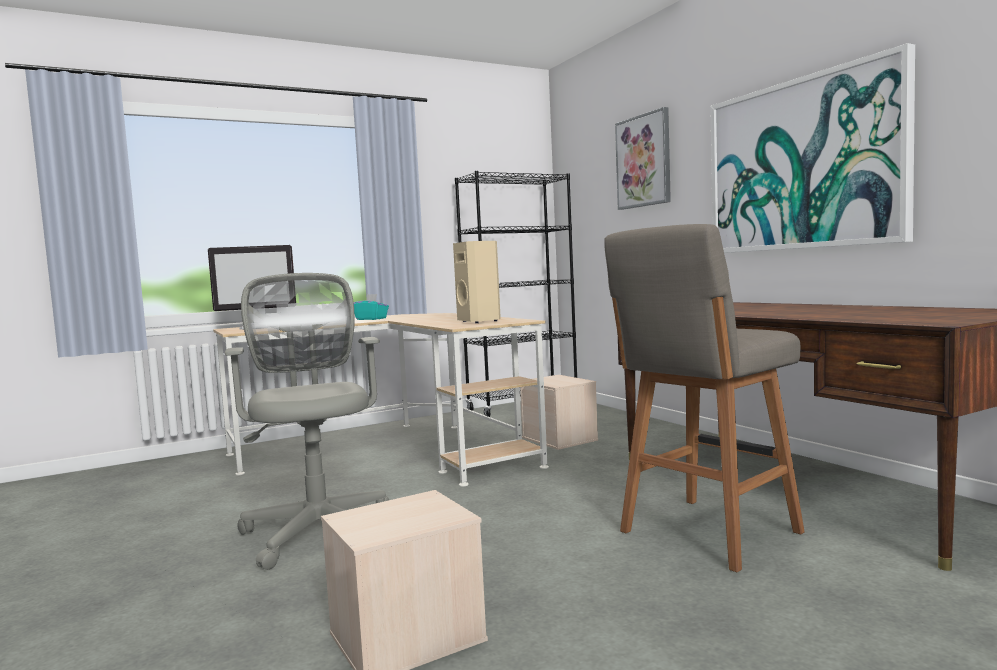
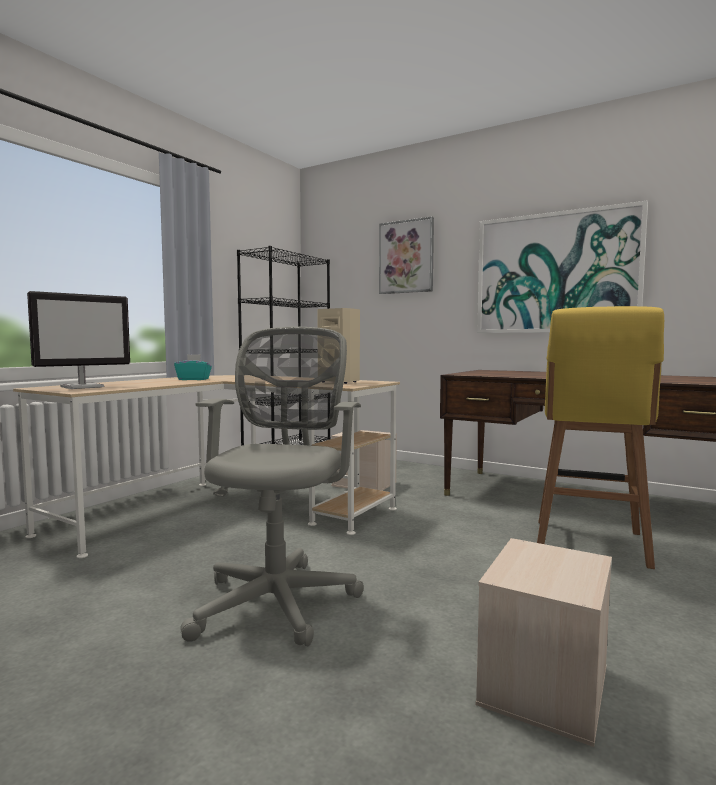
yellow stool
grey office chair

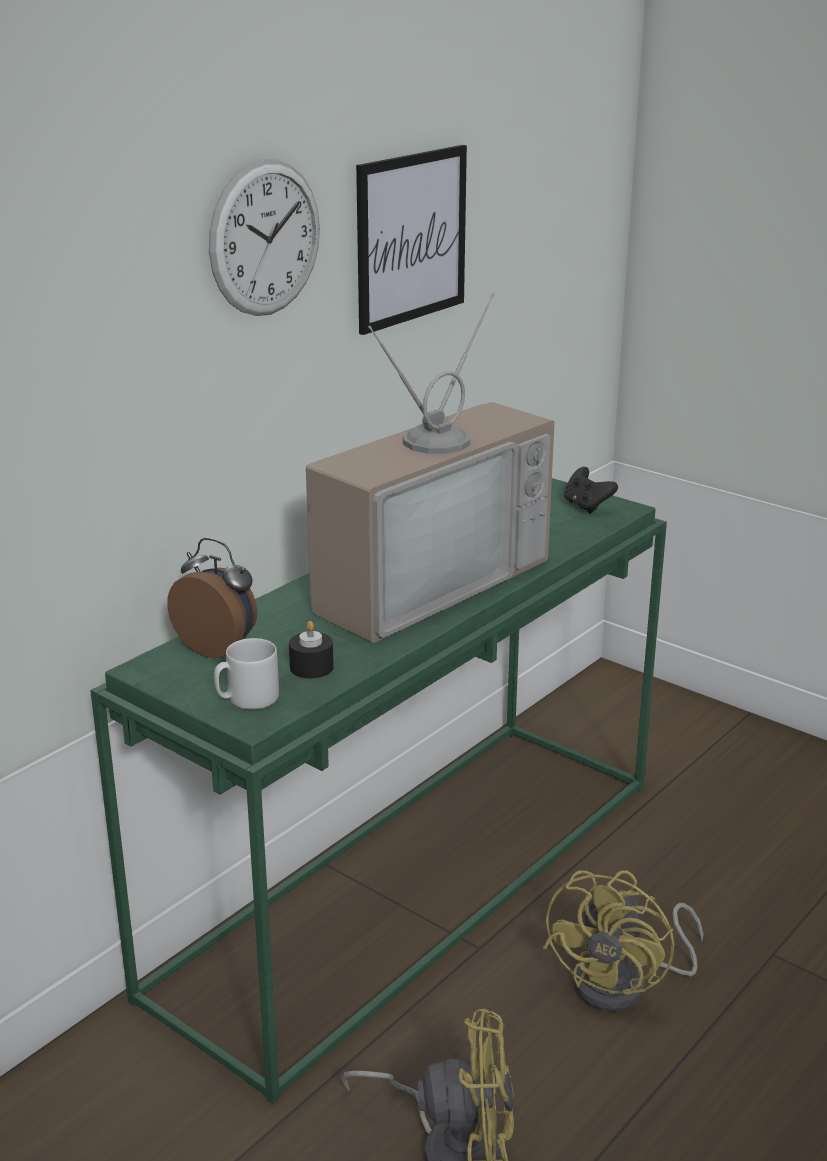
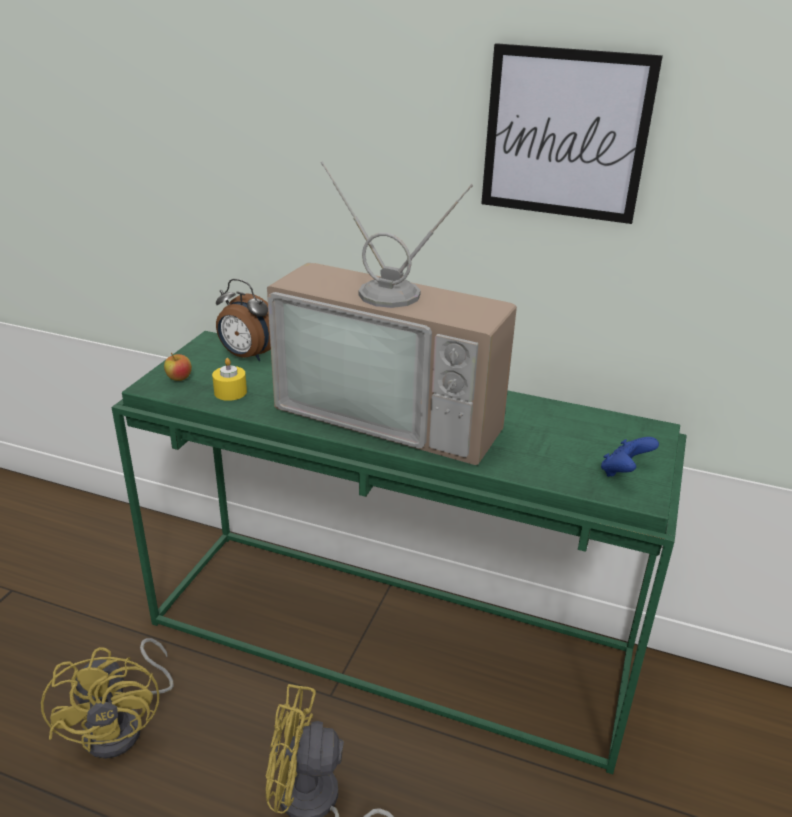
wall clock
blue game controller
alarm clock
yellow candle
apple

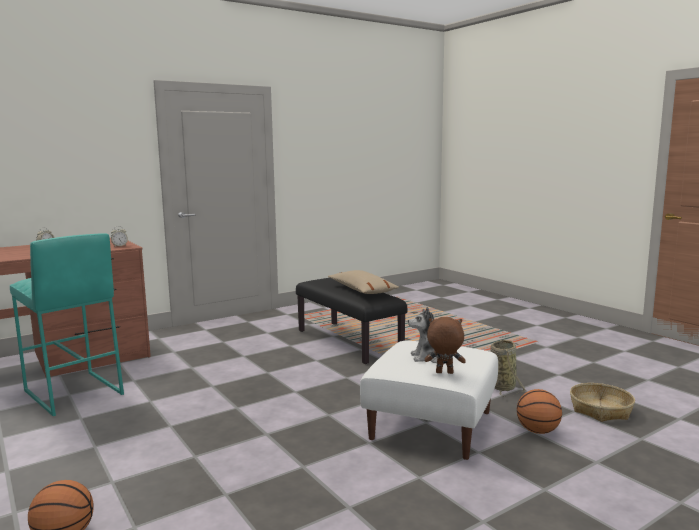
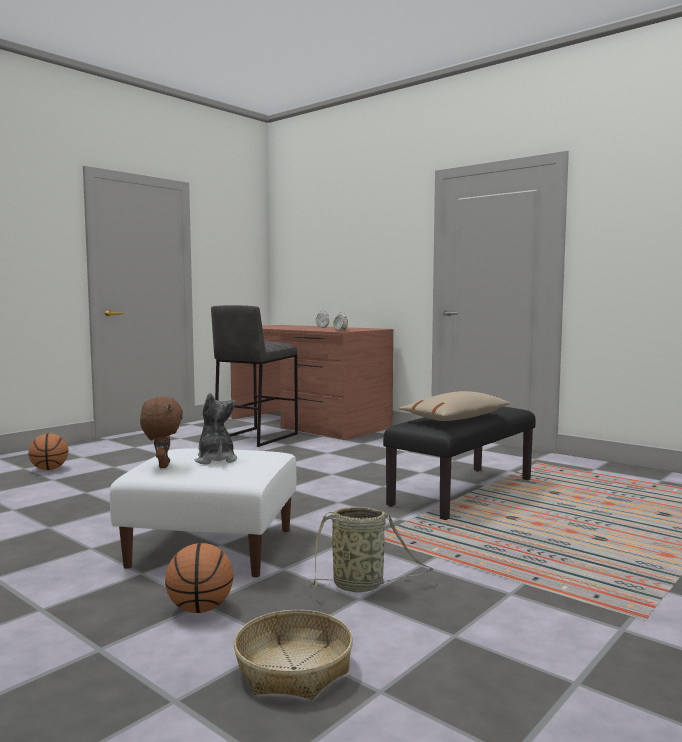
grey stool

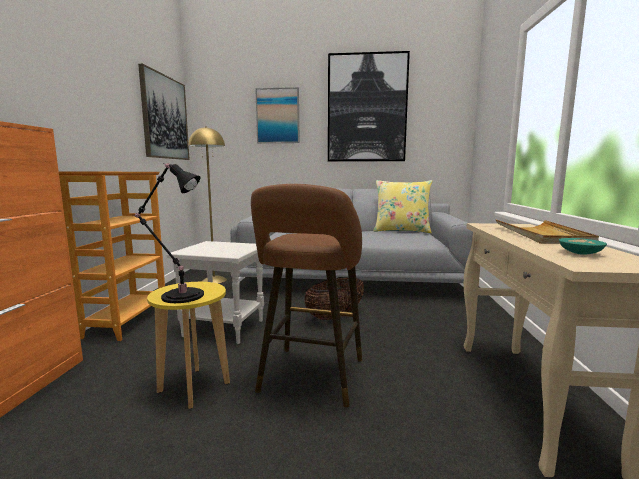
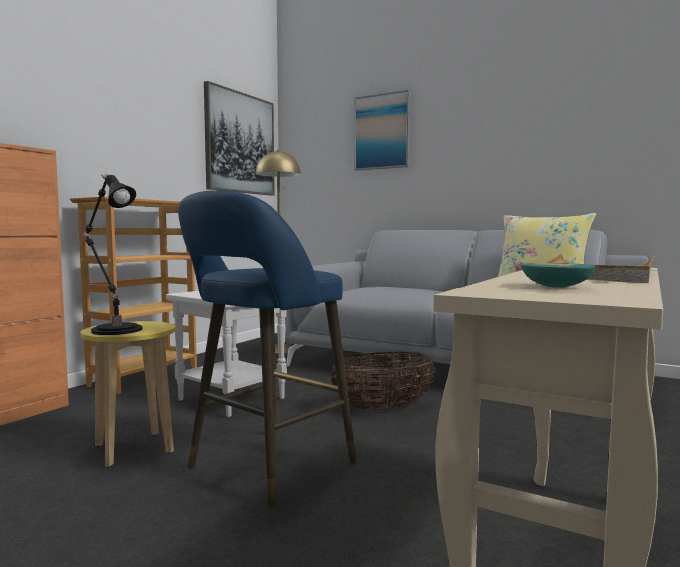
picture (no. 3 from left in the first image)
blue stool

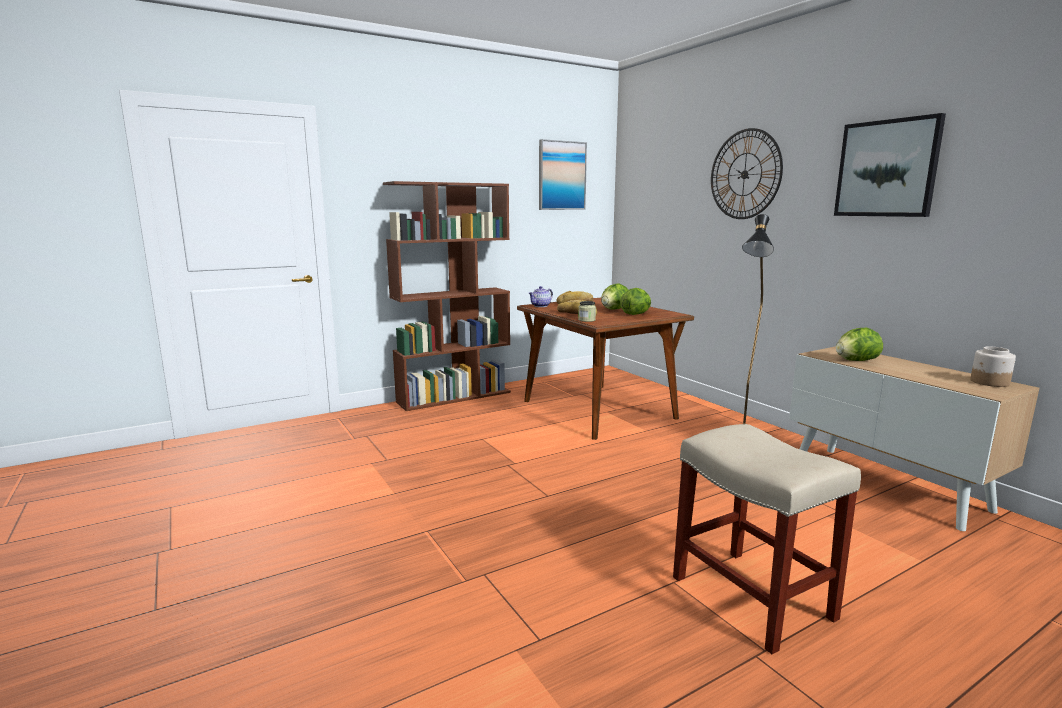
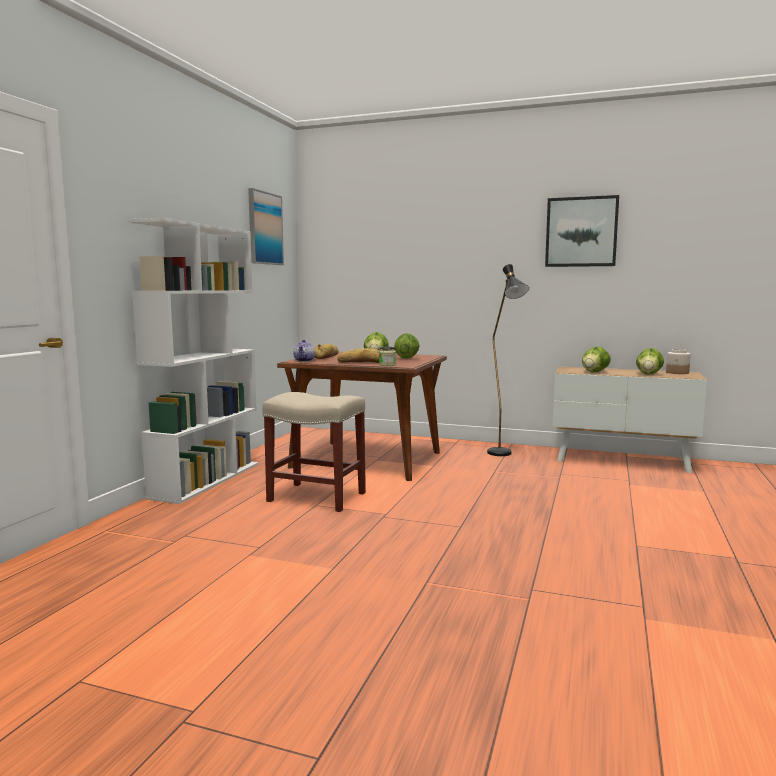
wall clock
white bookcase
beige stool
lettuce (no. 4 from left)

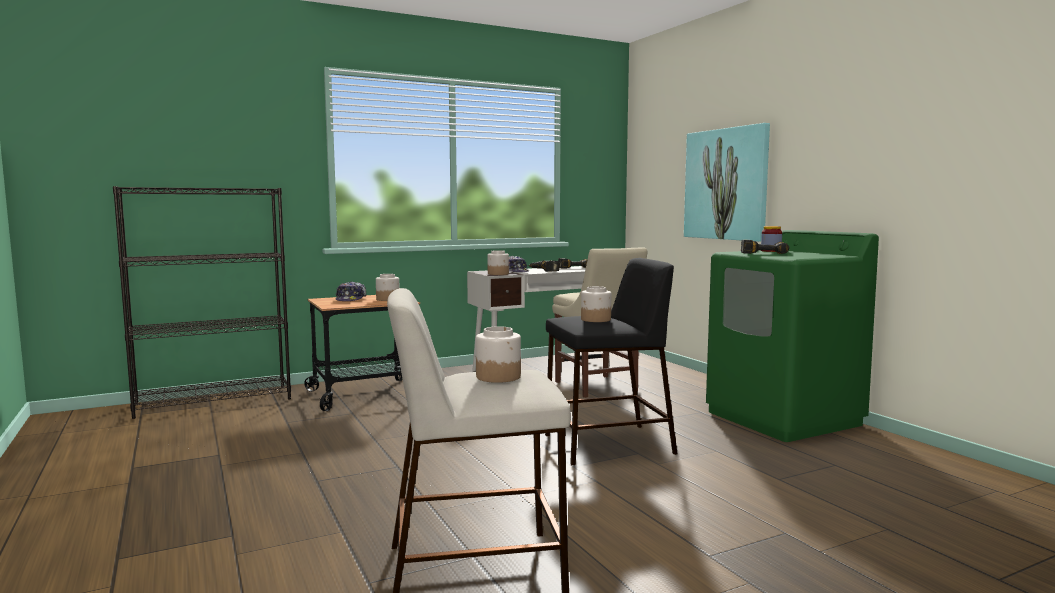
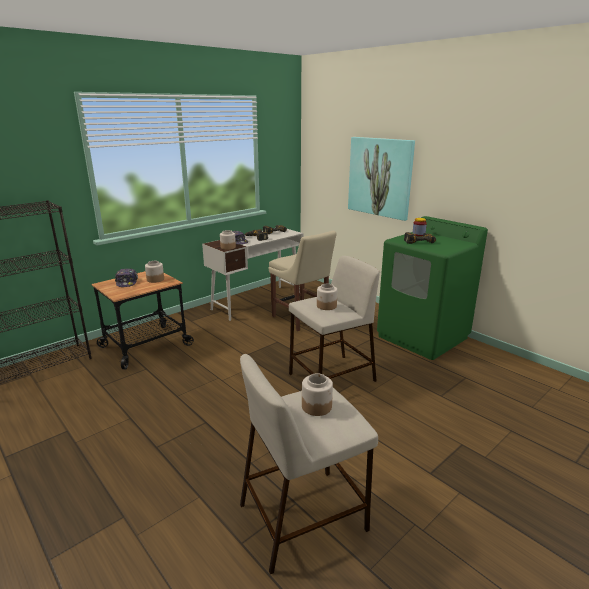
beige stool (no. 2 from left)

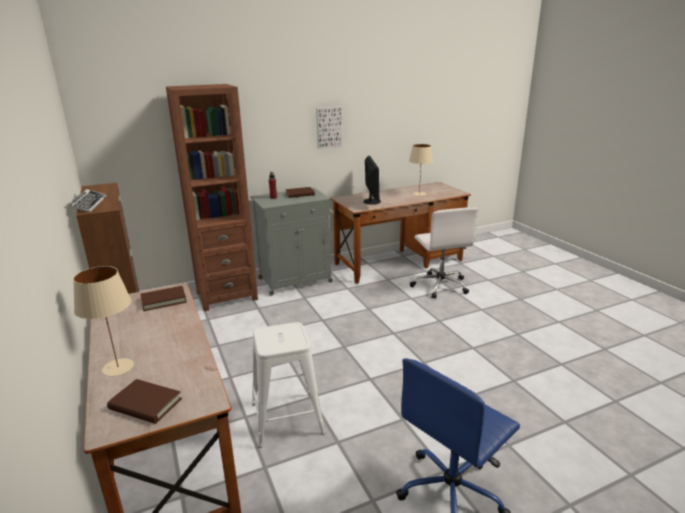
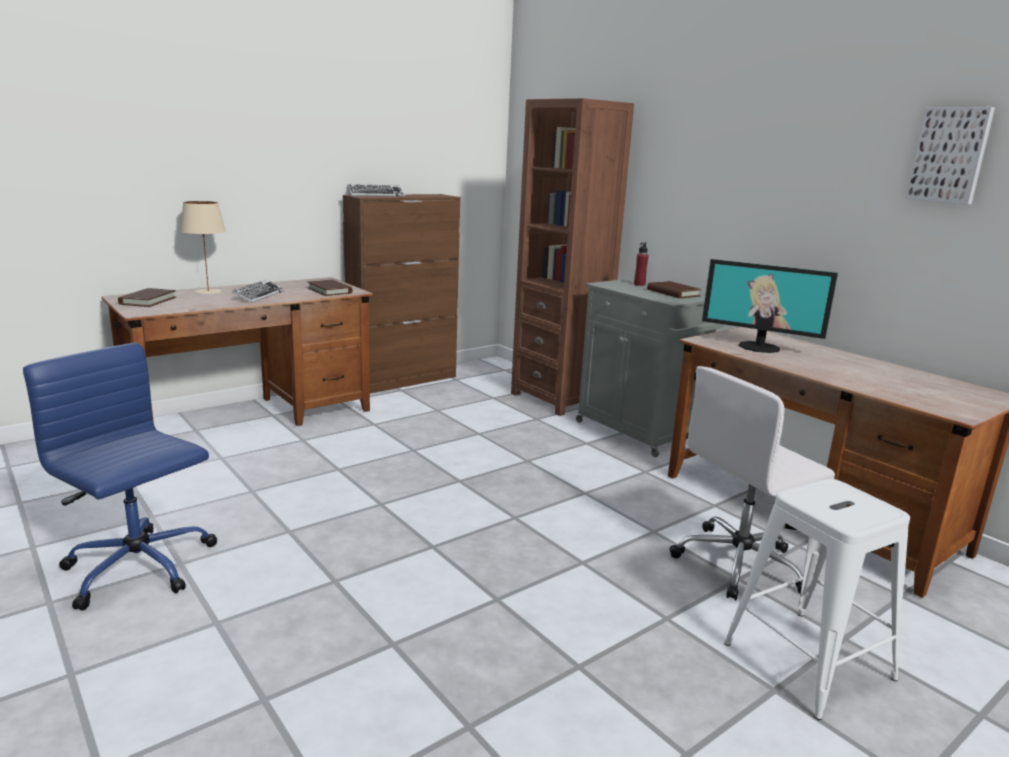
picture
beige table lamp (no. 2 from left in the first image)
monitor
white stool
keyboard (no. 1 from left)

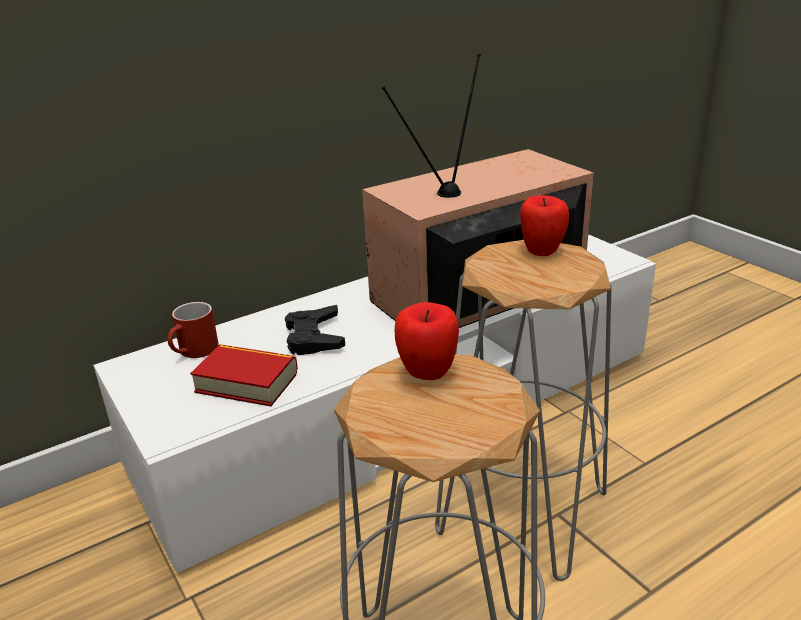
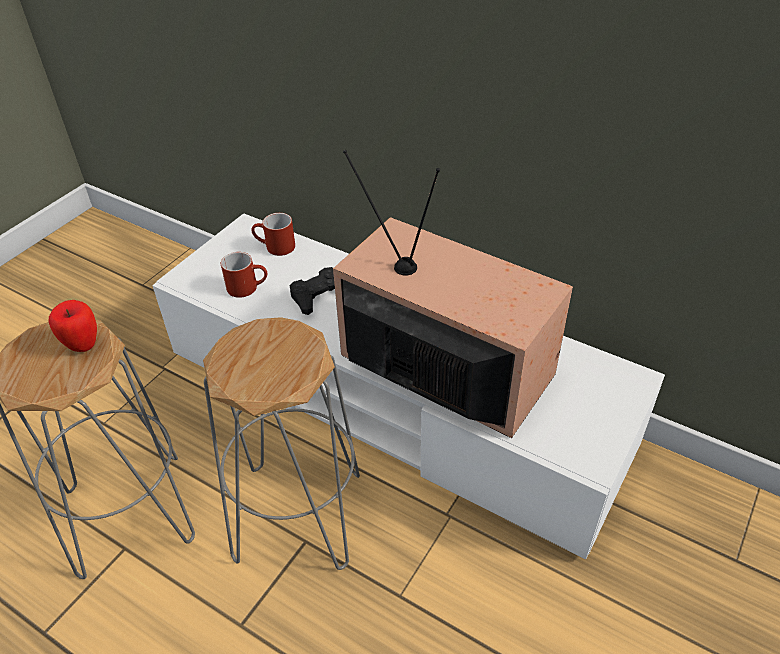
apple (no. 2 from left in the first image)
red mug (no. 1 from left)

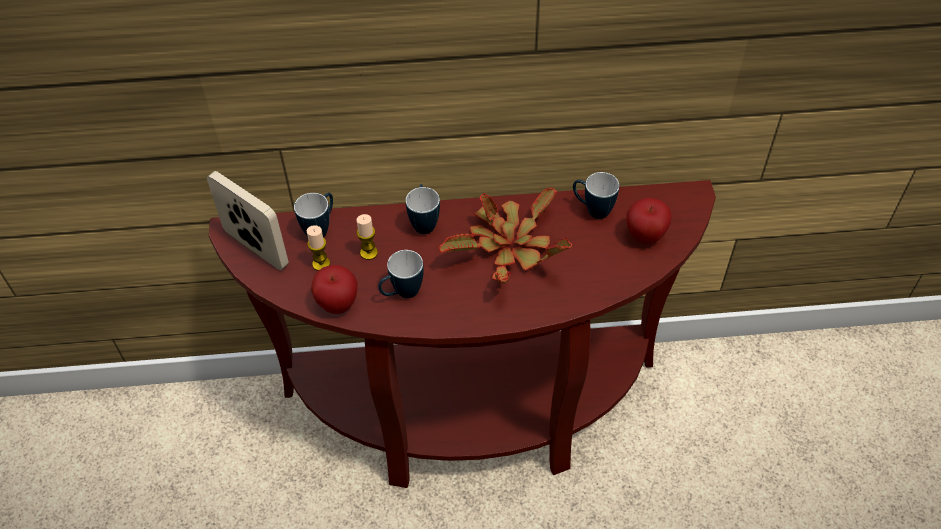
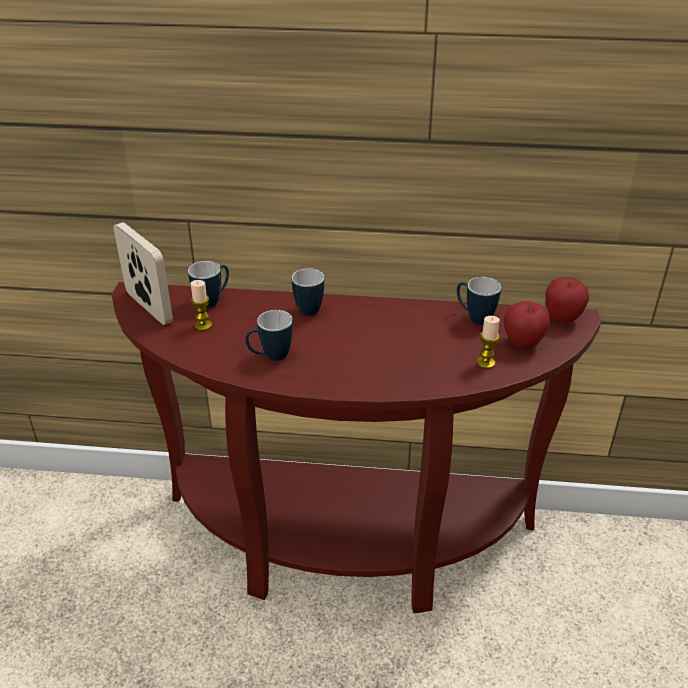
potted plant
candle (no. 2 from left)
apple (no. 2 from left)

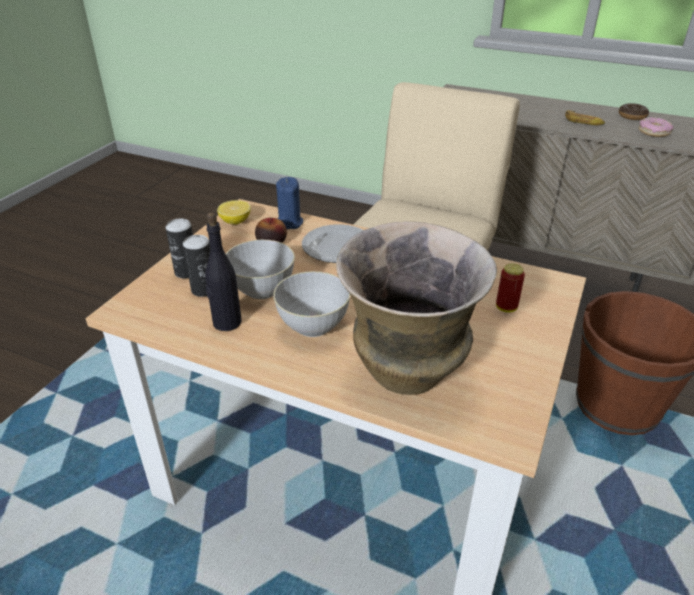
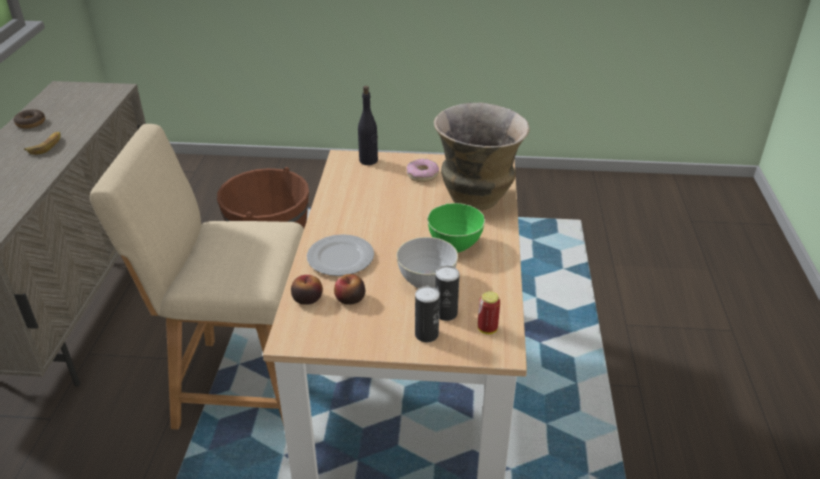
donut (no. 2 from left)
apple (no. 1 from left)
lemon
black bottle
can (no. 3 from left)
green bowl

